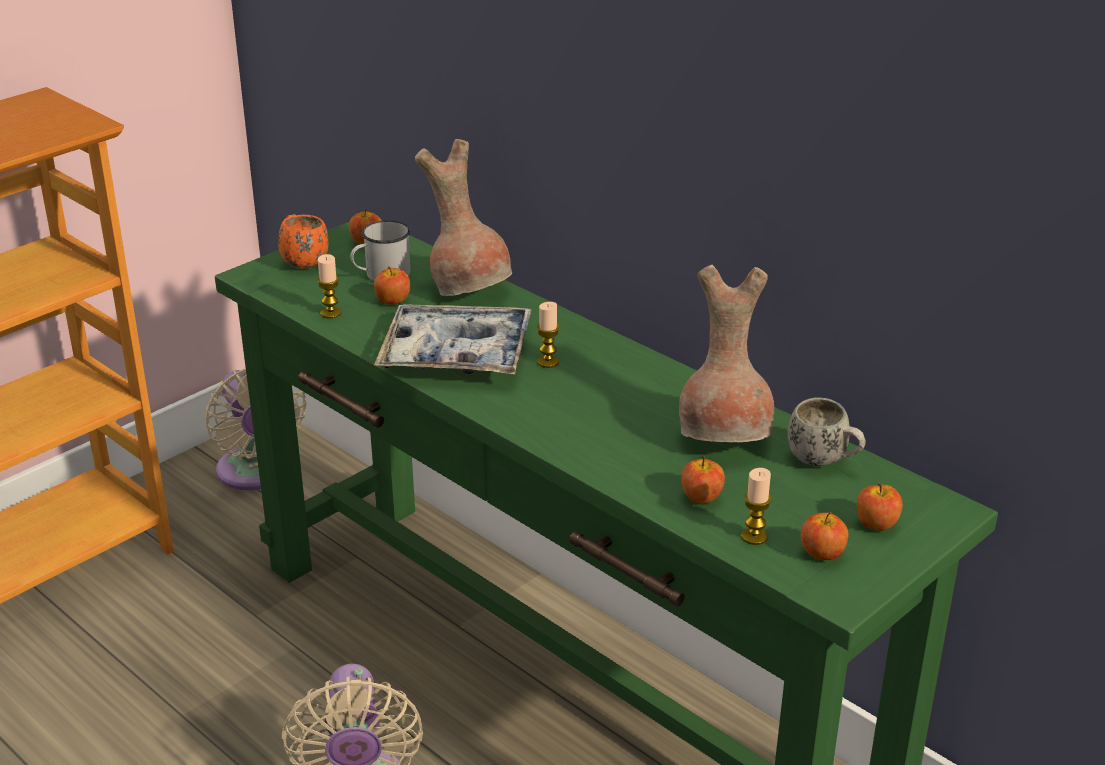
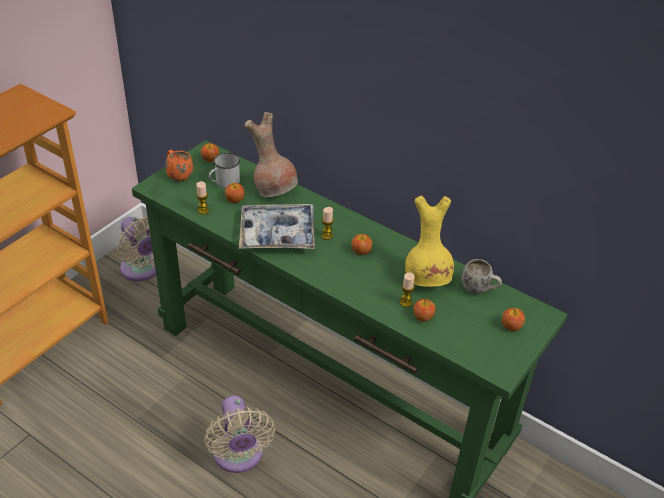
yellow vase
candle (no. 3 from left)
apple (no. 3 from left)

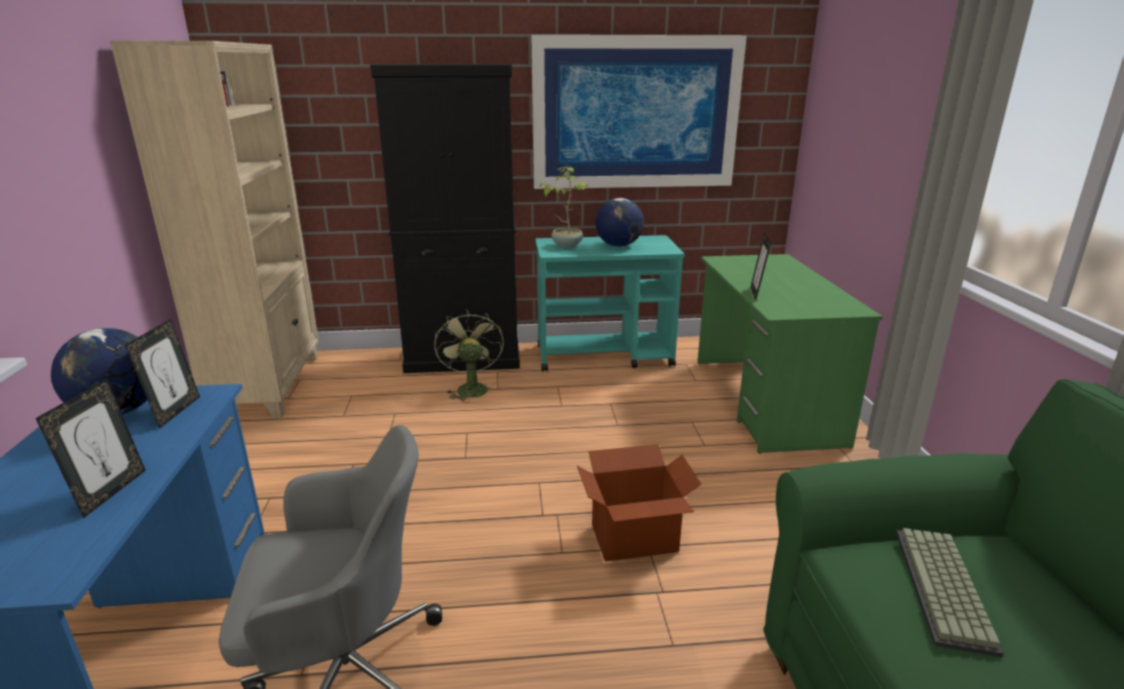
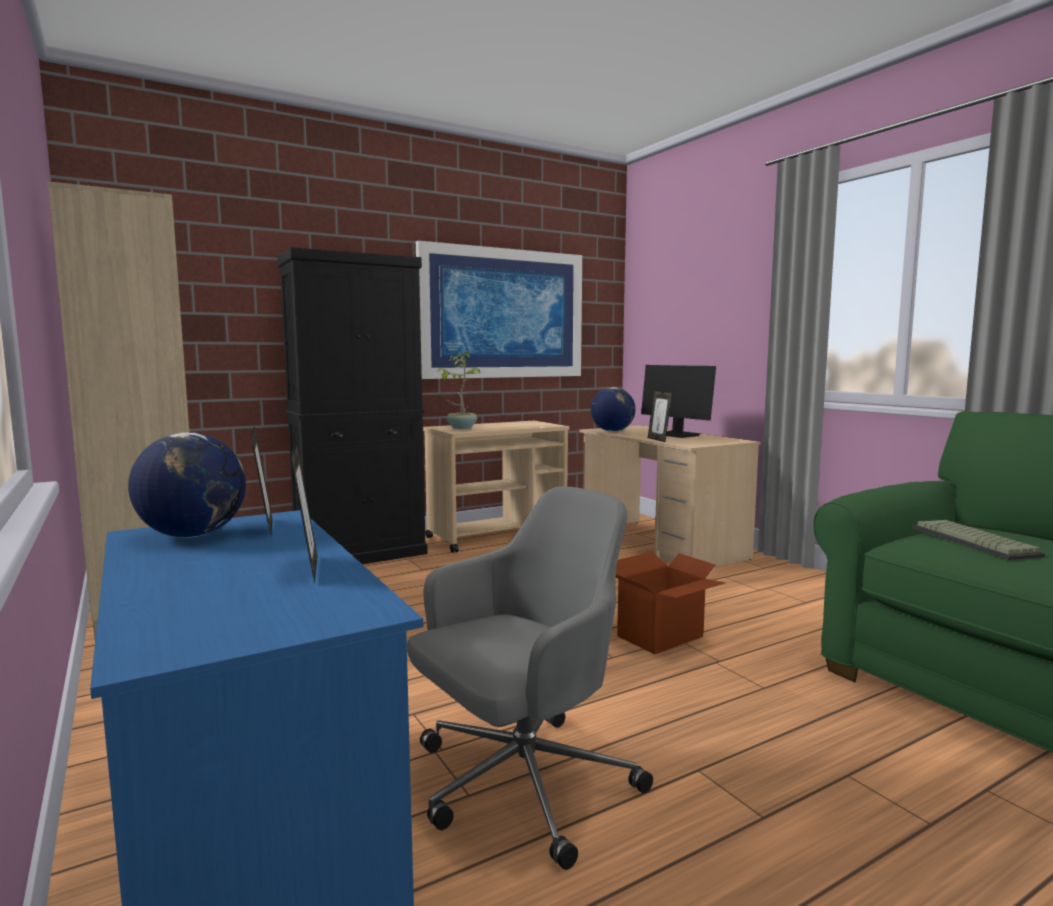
globe (no. 2 from left)
beige cart
beige desk
green fan
monitor

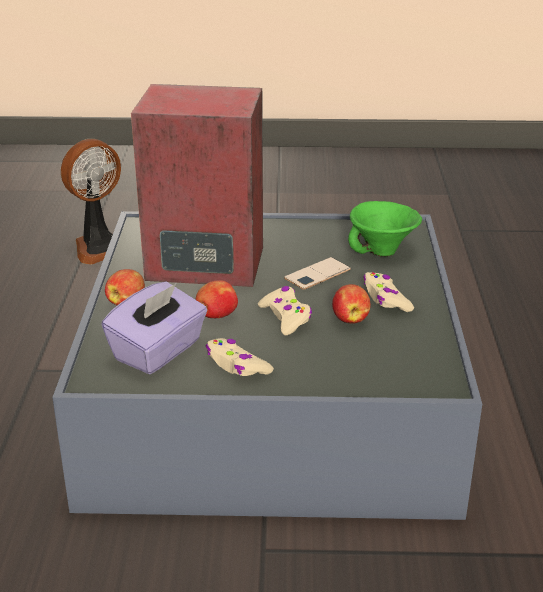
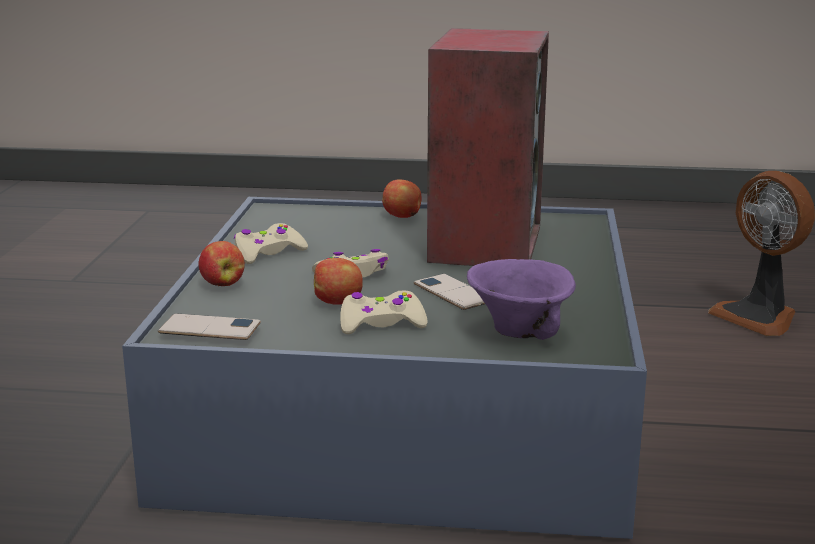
purple bowl
apple (no. 1 from left)
purple tissue box
phone (no. 1 from left)

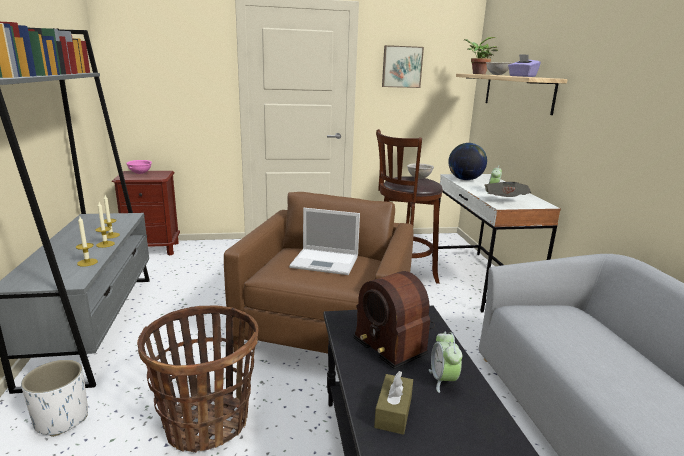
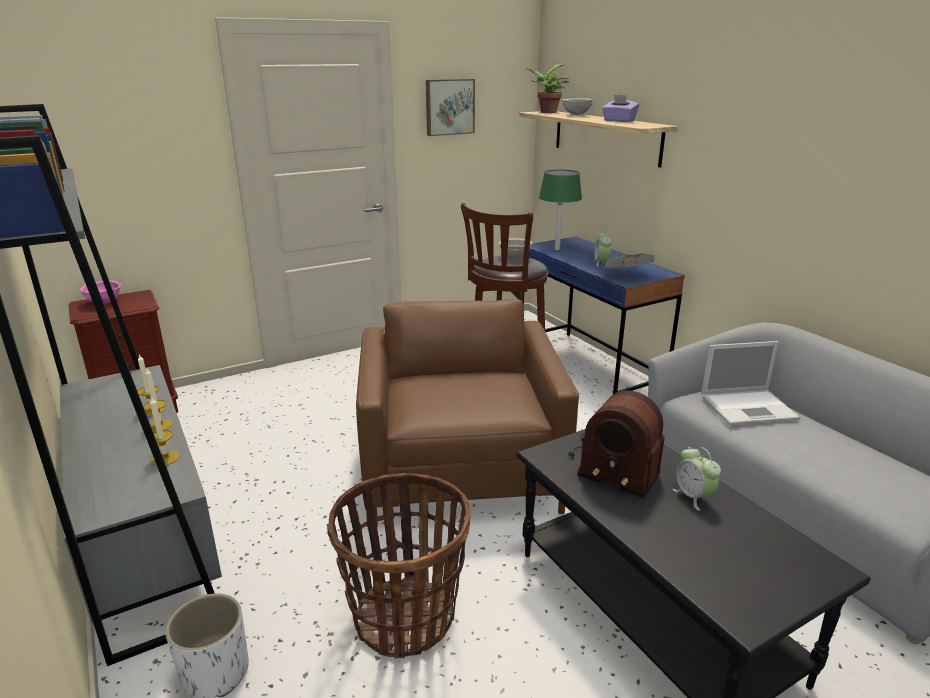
green table lamp
blue desk
laptop
brown tissue box

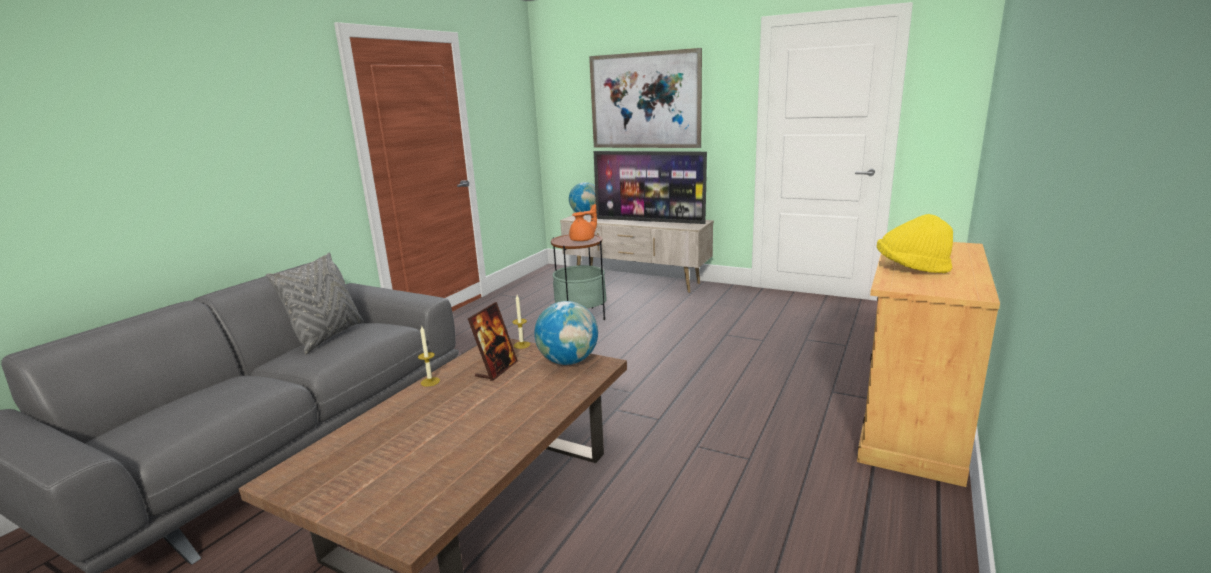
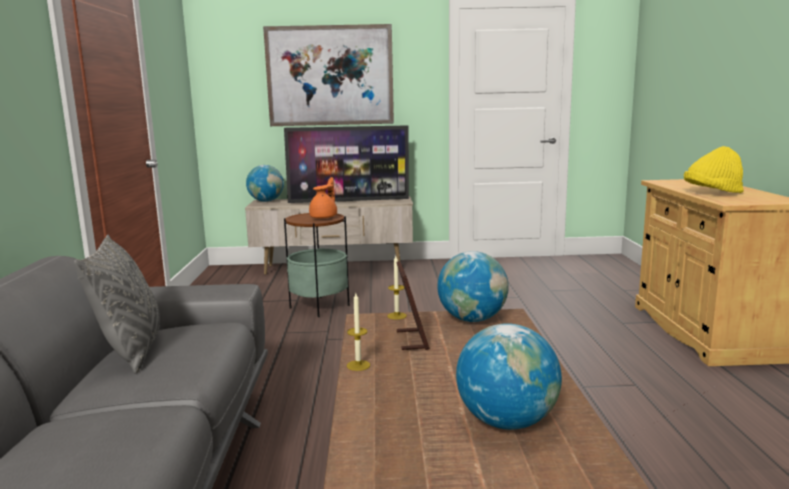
globe (no. 3 from left)

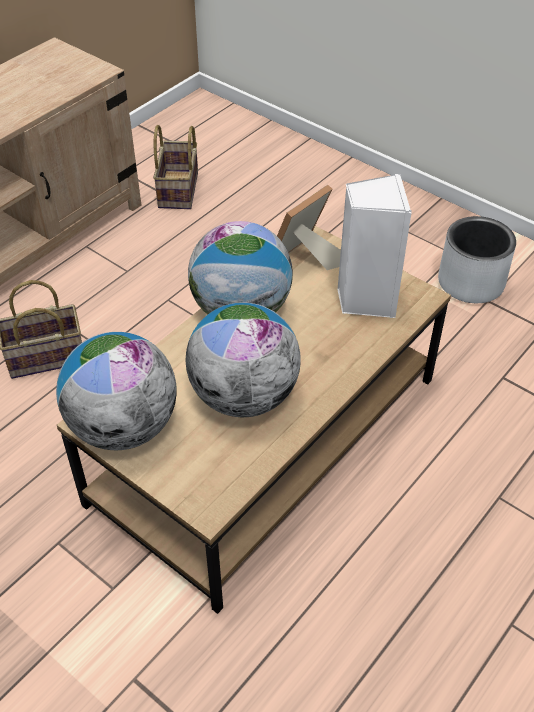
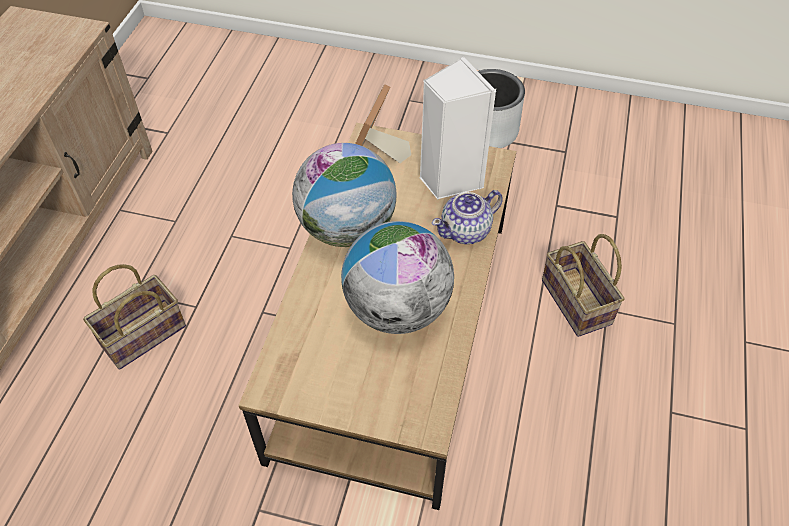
basket (no. 2 from left)
globe (no. 1 from left in the first image)
teapot

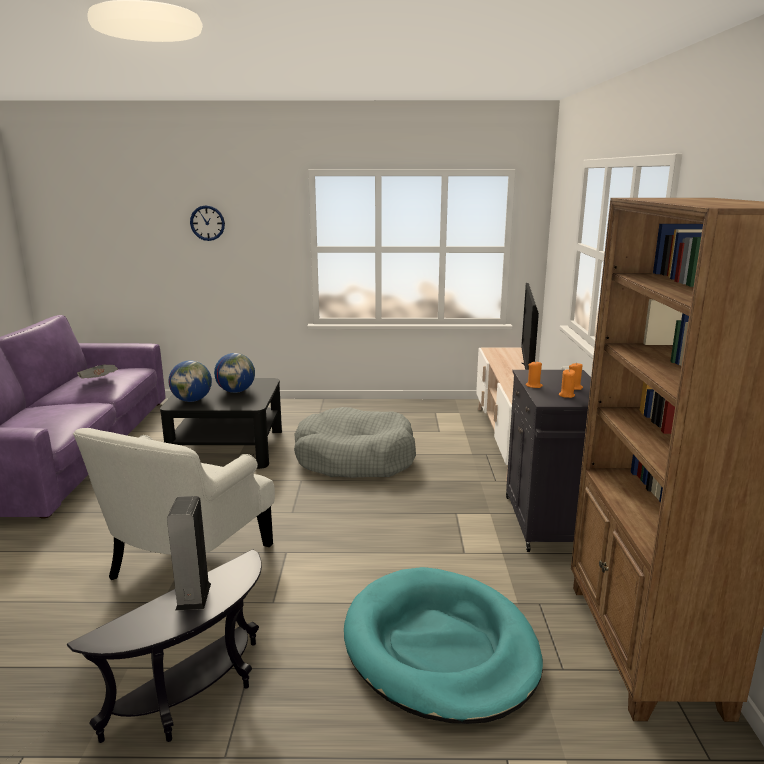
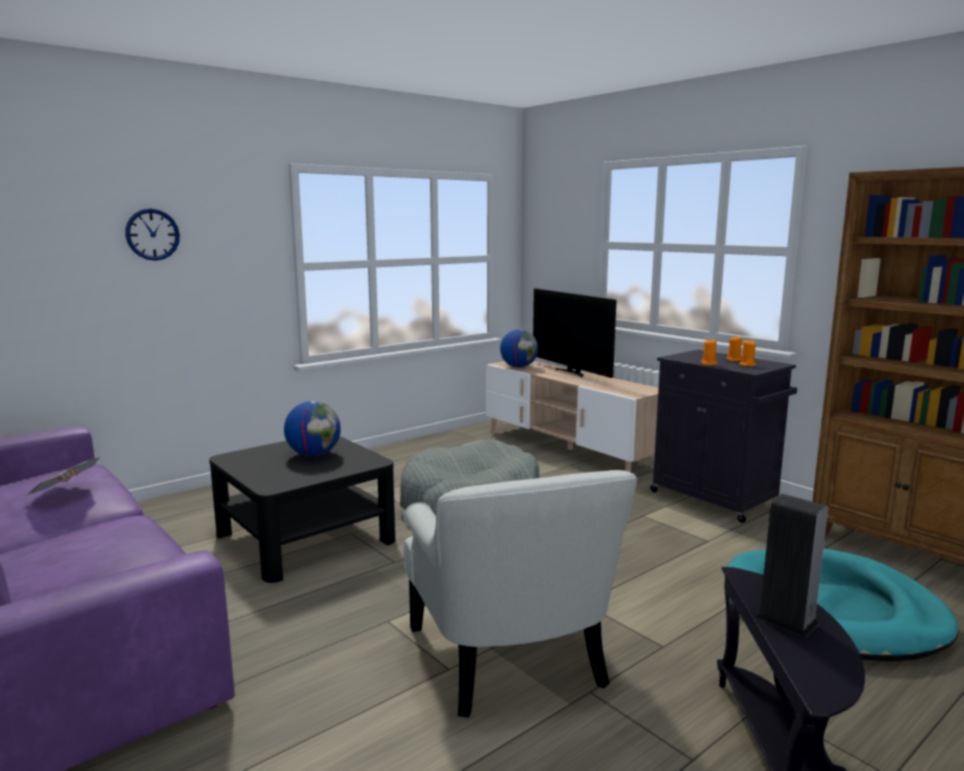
globe (no. 2 from left)

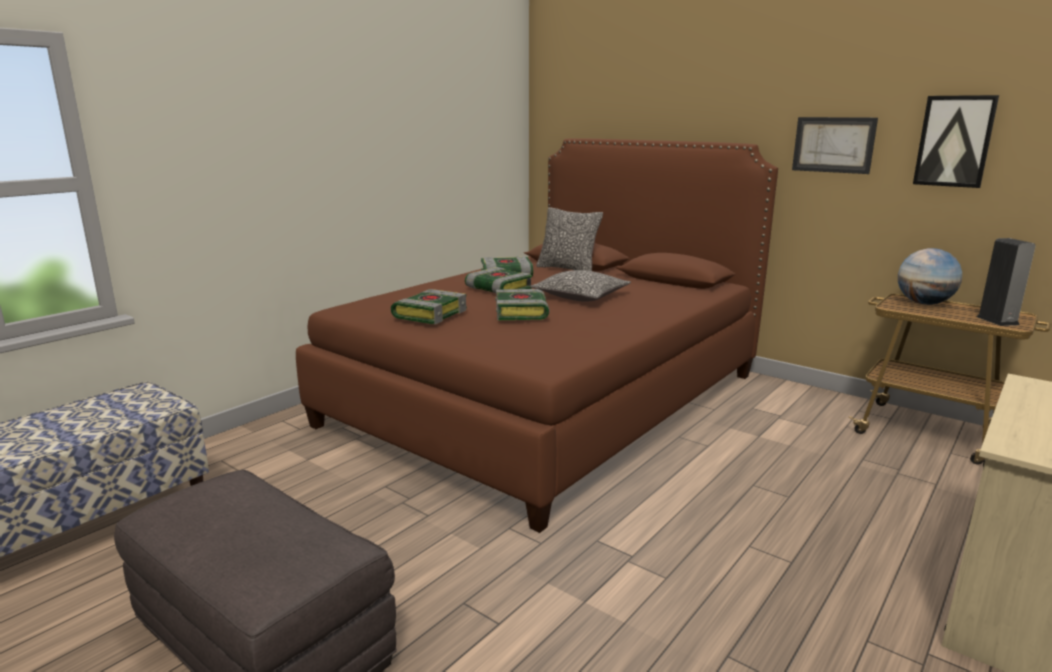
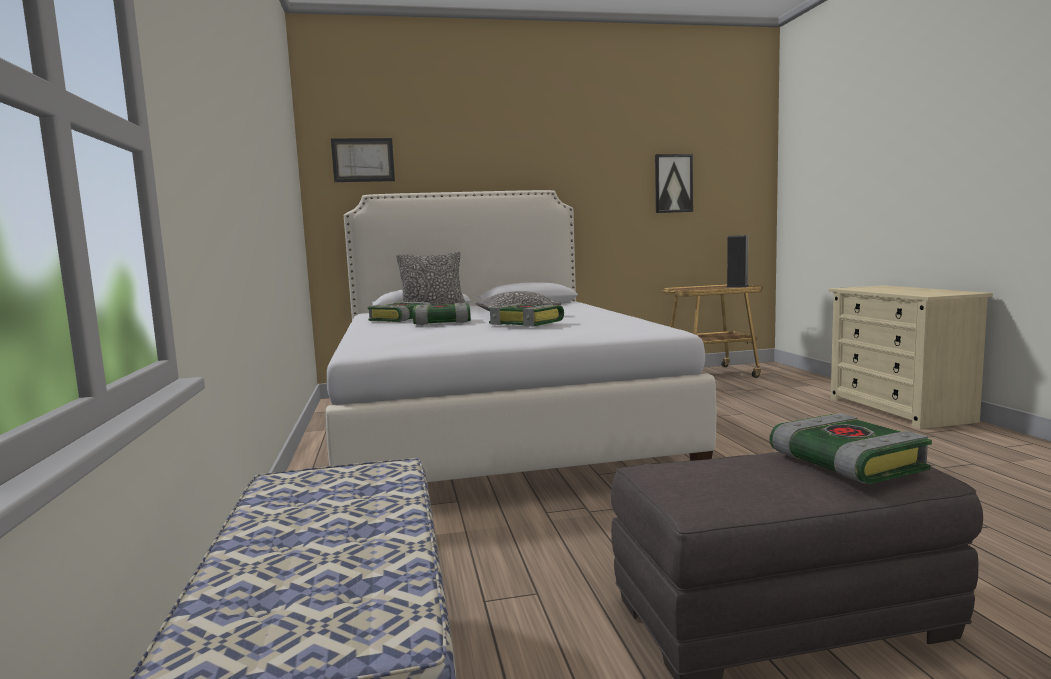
picture (no. 1 from left)
white bed
globe
book (no. 4 from left)

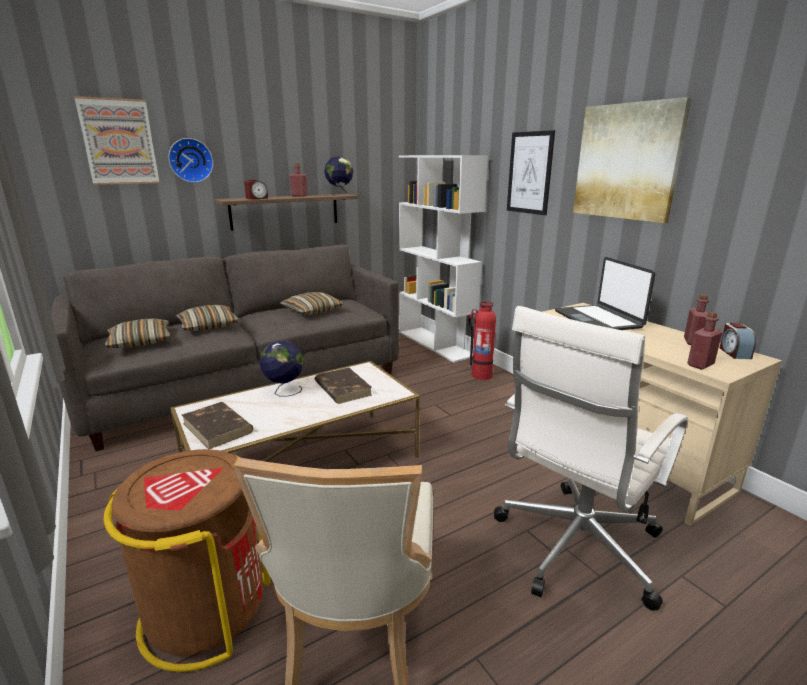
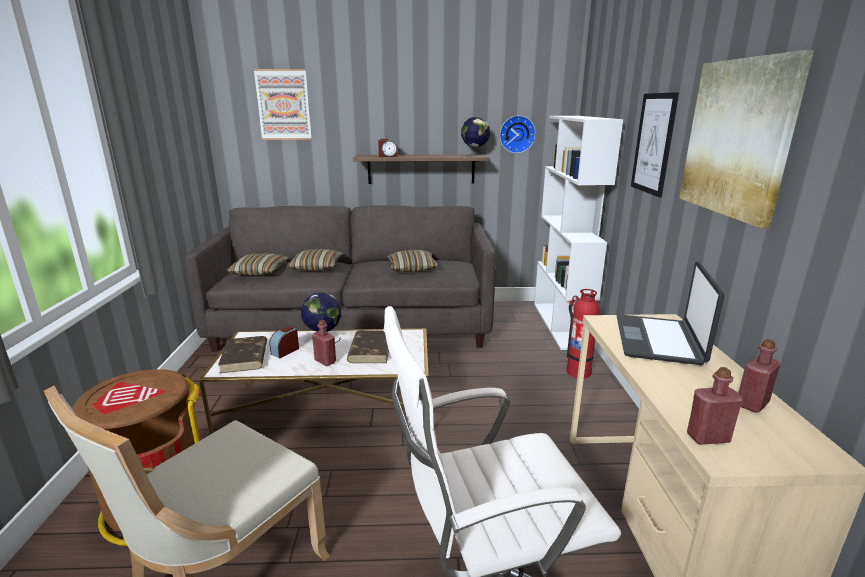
wall clock
red bottle (no. 1 from left)
alarm clock (no. 1 from left)

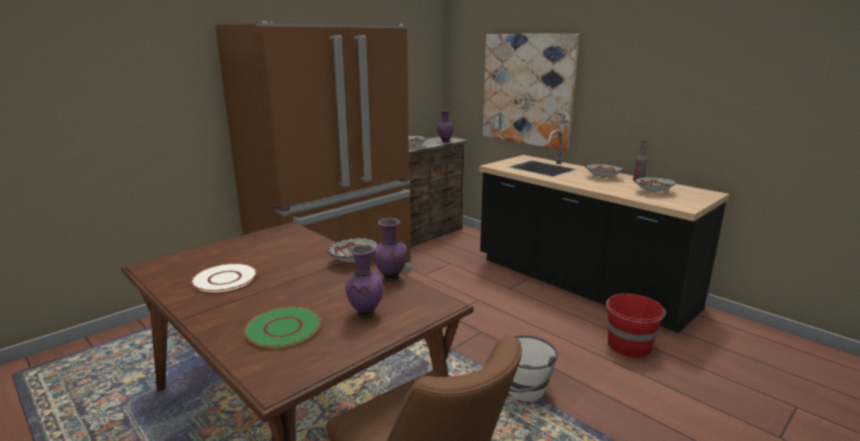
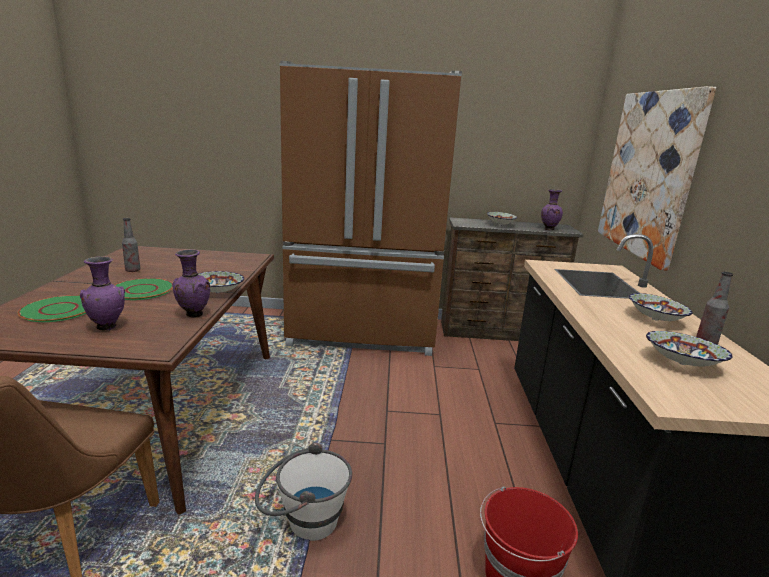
bottle (no. 1 from left)
green plate (no. 2 from left)

